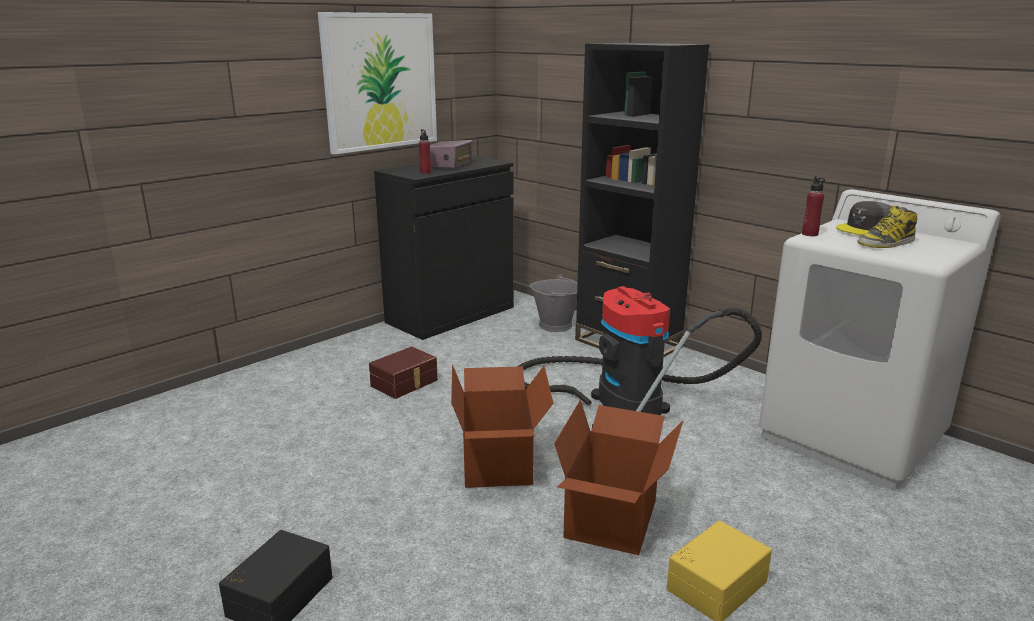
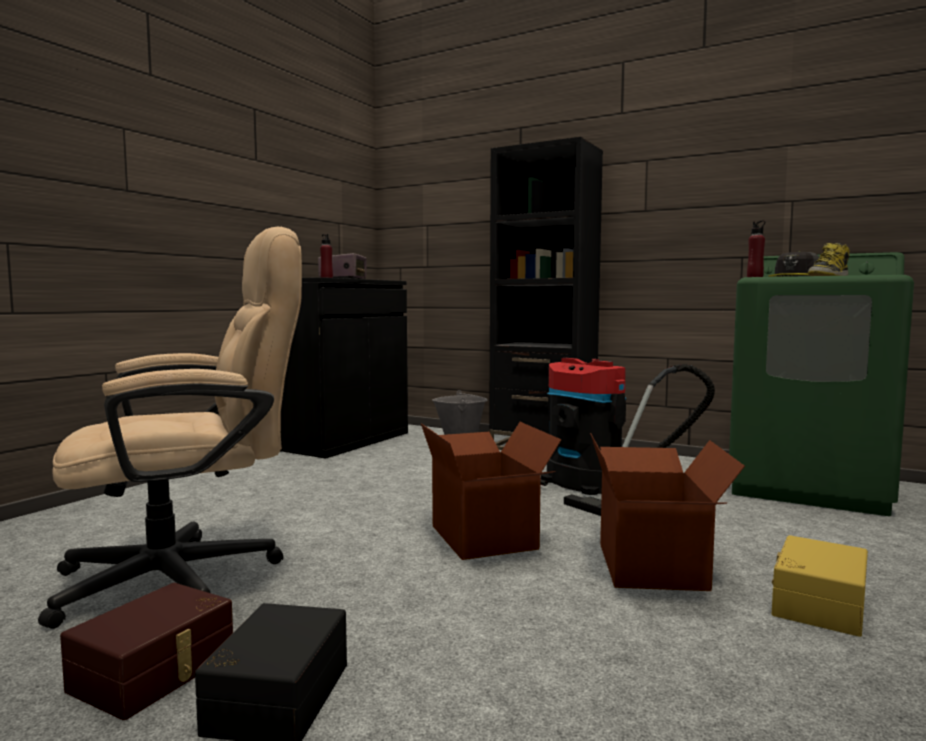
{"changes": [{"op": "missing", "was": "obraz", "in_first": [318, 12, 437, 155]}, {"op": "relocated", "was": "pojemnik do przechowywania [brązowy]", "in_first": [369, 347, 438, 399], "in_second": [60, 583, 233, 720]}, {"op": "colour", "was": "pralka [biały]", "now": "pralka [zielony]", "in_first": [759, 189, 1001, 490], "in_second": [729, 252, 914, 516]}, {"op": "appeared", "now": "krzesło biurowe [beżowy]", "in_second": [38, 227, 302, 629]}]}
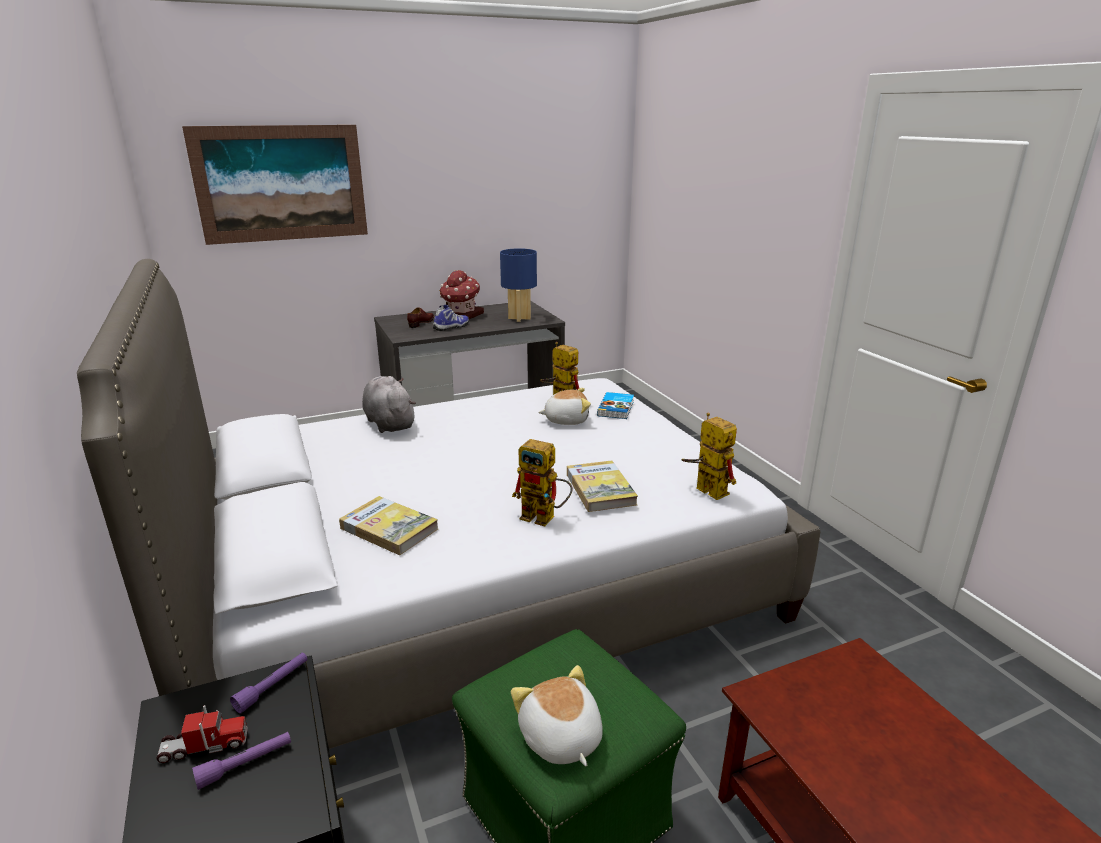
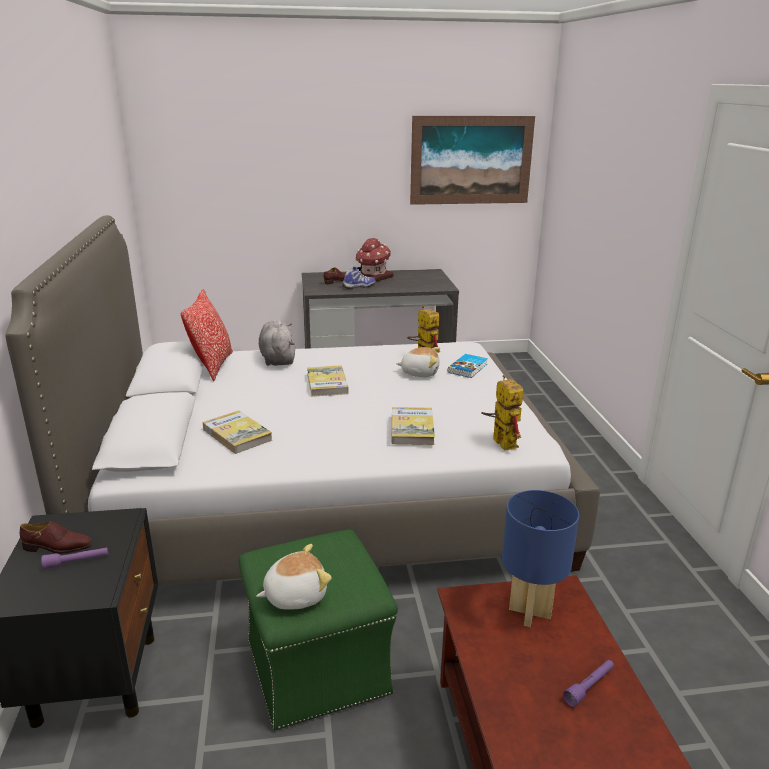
{"changes": [{"op": "exchanged", "was": "ciężarówka zabawkowa", "now": "but [brązowy]", "in_first": [157, 705, 248, 763], "in_second": [20, 521, 92, 554]}, {"op": "relocated", "was": "obraz", "in_first": [182, 125, 368, 245], "in_second": [410, 116, 535, 205]}, {"op": "relocated", "was": "latarka [fioletowy]", "in_first": [230, 653, 307, 714], "in_second": [563, 660, 614, 707]}, {"op": "relocated", "was": "lampa stołowa [niebieski]", "in_first": [500, 248, 537, 322], "in_second": [502, 490, 579, 627]}, {"op": "spun", "was": "pluszak", "in_first": [511, 665, 603, 767], "in_second": [256, 544, 332, 610], "clockwise": 75}, {"op": "missing", "was": "robot zabawkowy", "in_first": [512, 439, 573, 526]}, {"op": "appeared", "now": "poduszka", "in_second": [180, 289, 233, 381]}, {"op": "appeared", "now": "książka", "in_second": [307, 365, 348, 397]}]}
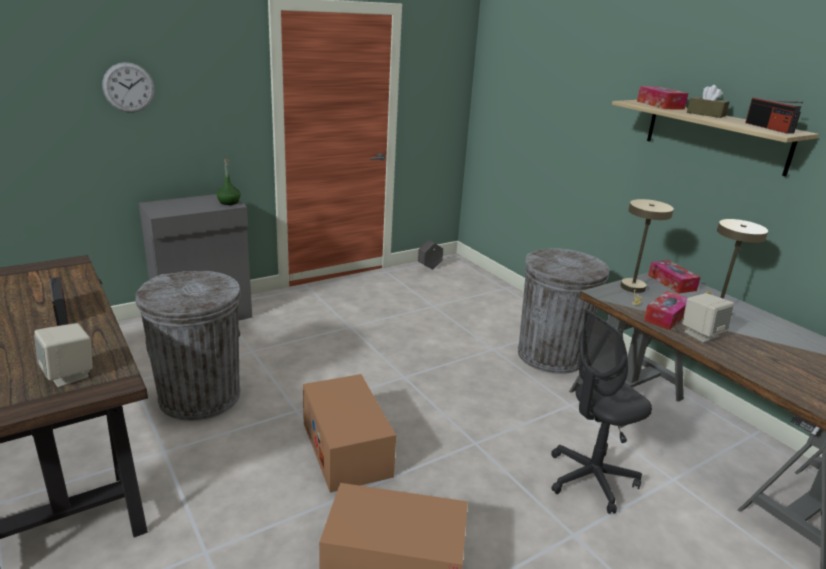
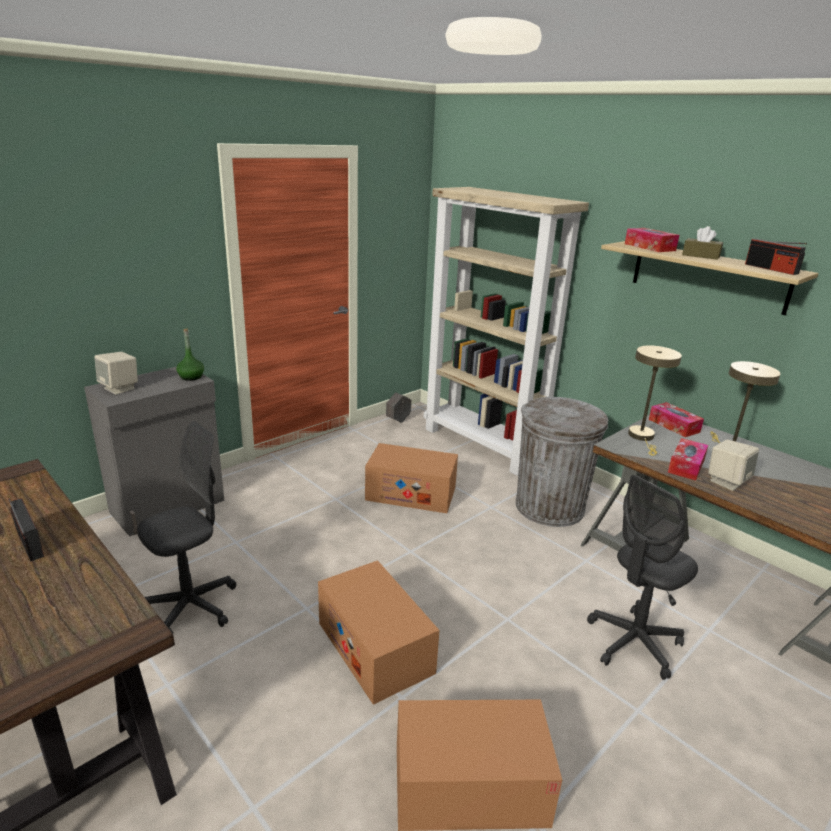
{"changes": [{"op": "relocated", "was": "głośnik [beżowy]", "in_first": [34, 323, 93, 387], "in_second": [95, 352, 138, 395]}, {"op": "missing", "was": "zegar ścienny", "in_first": [102, 62, 155, 113]}, {"op": "exchanged", "was": "kosz na śmieci [szary]", "now": "krzesło biurowe [szary]", "in_first": [136, 271, 241, 421], "in_second": [137, 421, 236, 634]}, {"op": "appeared", "now": "karton", "in_second": [365, 443, 458, 513]}, {"op": "appeared", "now": "regał [beżowy]", "in_second": [424, 187, 589, 476]}]}
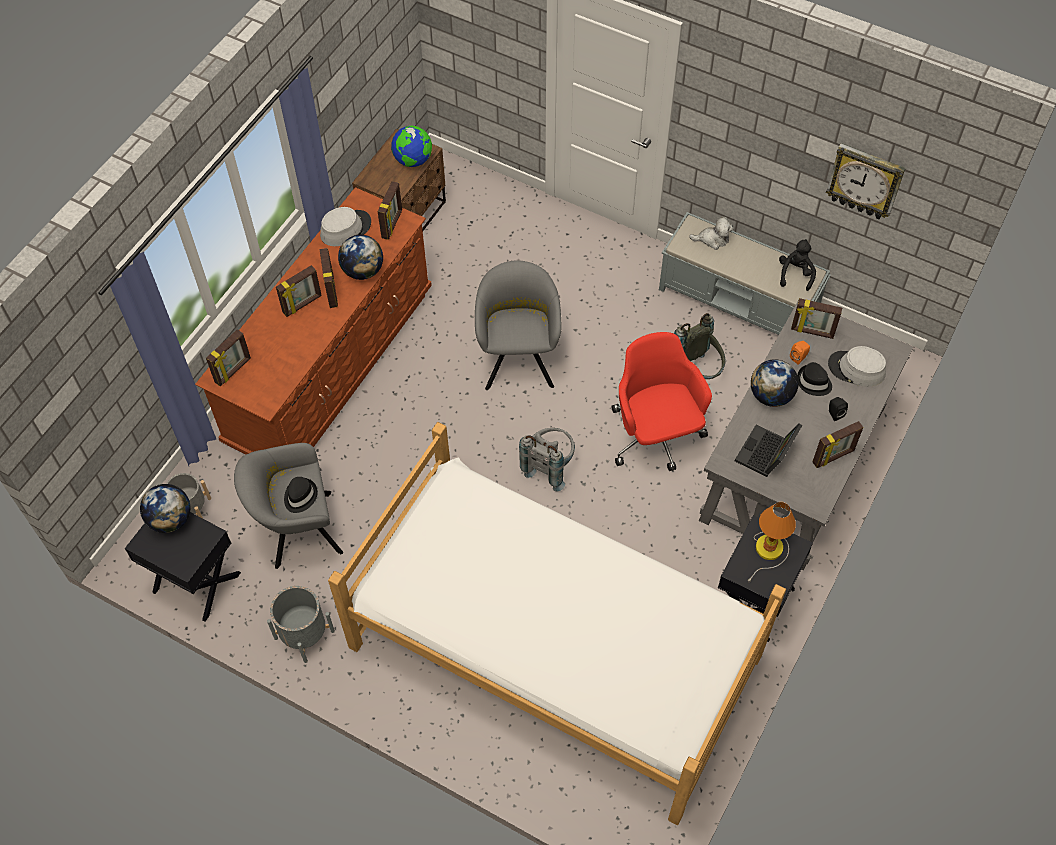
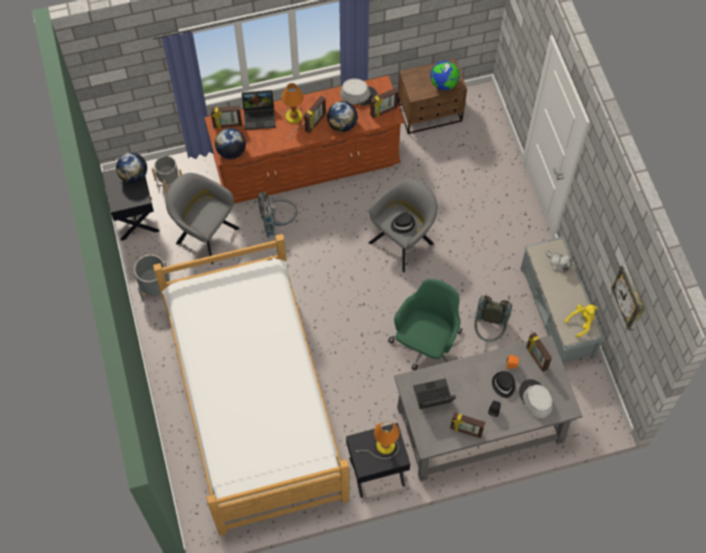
{"changes": [{"op": "exchanged", "was": "ramka na zdjęcie", "now": "lampa stołowa", "in_first": [276, 265, 322, 317], "in_second": [281, 83, 306, 139]}, {"op": "relocated", "was": "kapelusz [czarny]", "in_first": [284, 477, 318, 513], "in_second": [391, 212, 415, 234]}, {"op": "relocated", "was": "plecak [szary]", "in_first": [519, 428, 575, 492], "in_second": [258, 192, 298, 238]}, {"op": "colour", "was": "krzesło biurowe [czerwony]", "now": "krzesło biurowe [zielony]", "in_first": [611, 332, 712, 471], "in_second": [388, 279, 462, 370]}, {"op": "relocated", "was": "globus", "in_first": [751, 359, 799, 407], "in_second": [215, 128, 246, 159]}, {"op": "colour", "was": "pluszak [czarny]", "now": "pluszak [żółty]", "in_first": [779, 239, 816, 291], "in_second": [564, 304, 597, 338]}, {"op": "appeared", "now": "laptop", "in_second": [242, 90, 275, 130]}]}
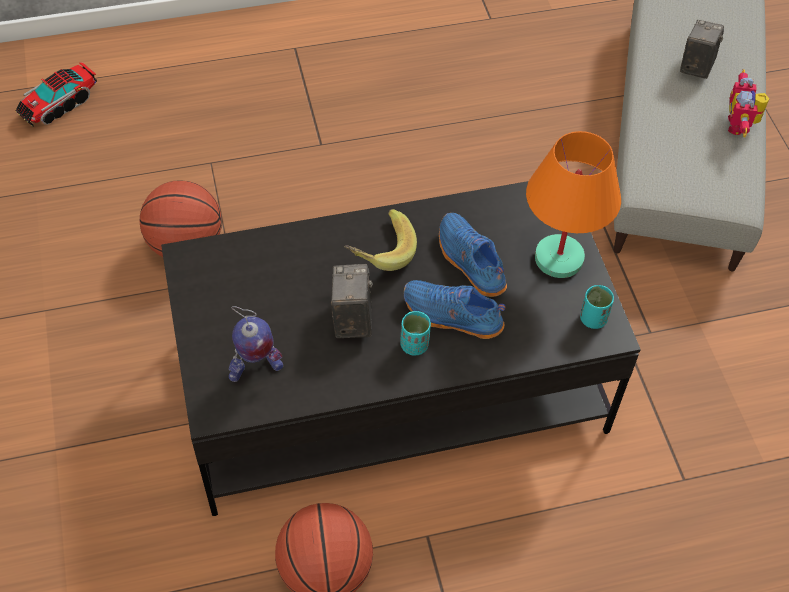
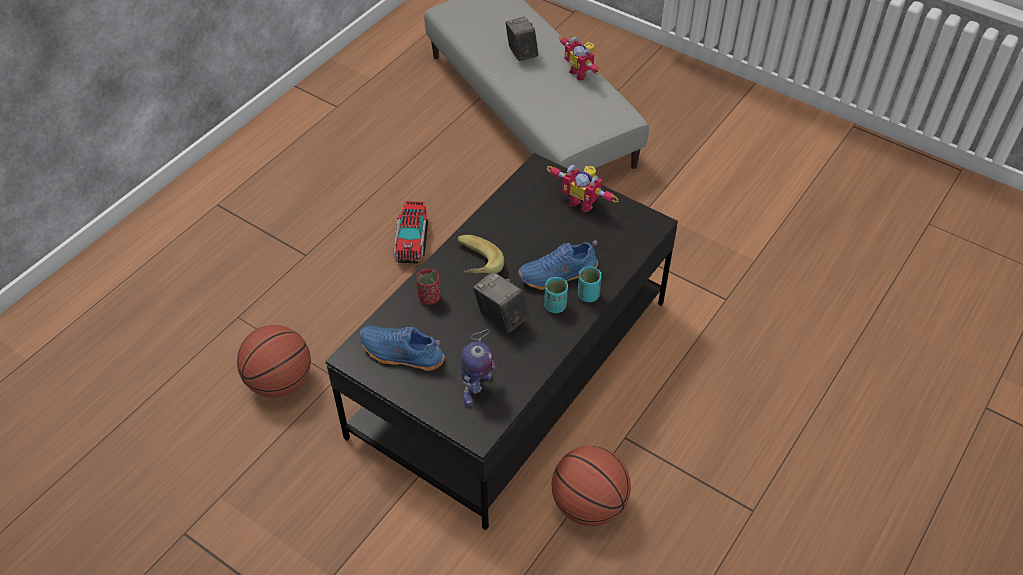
{"changes": [{"op": "relocated", "was": "ciężarówka zabawkowa", "in_first": [15, 62, 97, 127], "in_second": [394, 201, 428, 264]}, {"op": "relocated", "was": "but [niebieski]", "in_first": [439, 213, 507, 297], "in_second": [360, 326, 444, 371]}, {"op": "exchanged", "was": "lampa stołowa [pomarańczowy]", "now": "robot zabawkowy", "in_first": [526, 131, 621, 278], "in_second": [547, 165, 619, 212]}, {"op": "relocated", "was": "filiżanka [turkusowy]", "in_first": [580, 285, 614, 329], "in_second": [578, 266, 601, 302]}, {"op": "appeared", "now": "filiżanka [czerwony]", "in_second": [416, 269, 441, 305]}]}
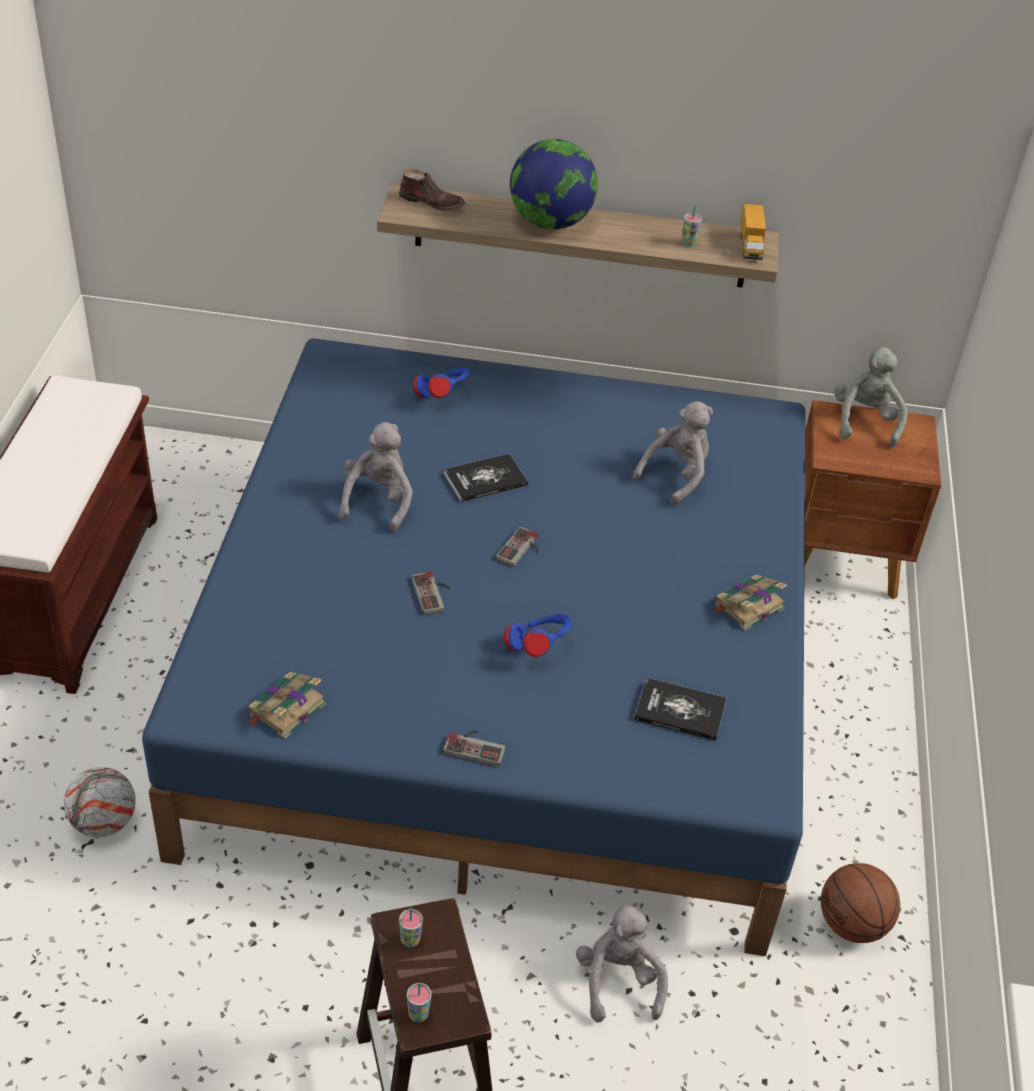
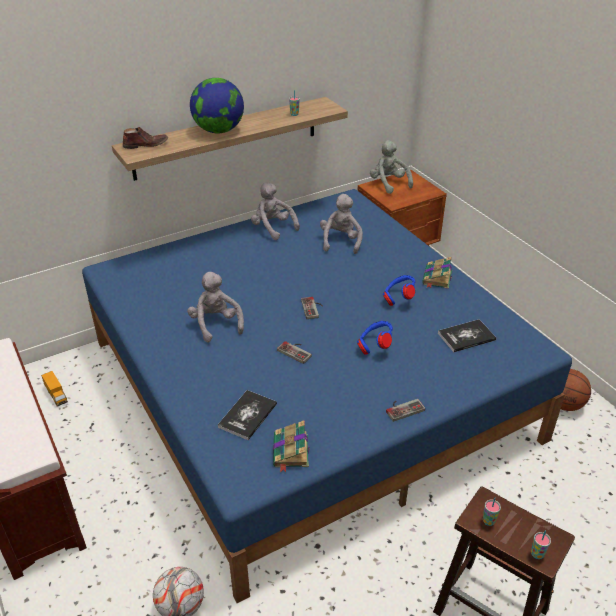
{"changes": [{"op": "relocated", "was": "słuchawki [niebieski]", "in_first": [413, 367, 470, 398], "in_second": [383, 275, 415, 306]}, {"op": "relocated", "was": "książka", "in_first": [444, 453, 528, 502], "in_second": [218, 390, 277, 440]}, {"op": "relocated", "was": "pluszak [szary]", "in_first": [576, 901, 668, 1022], "in_second": [251, 182, 300, 240]}, {"op": "relocated", "was": "ciężarówka zabawkowa", "in_first": [741, 204, 766, 260], "in_second": [41, 371, 68, 407]}]}
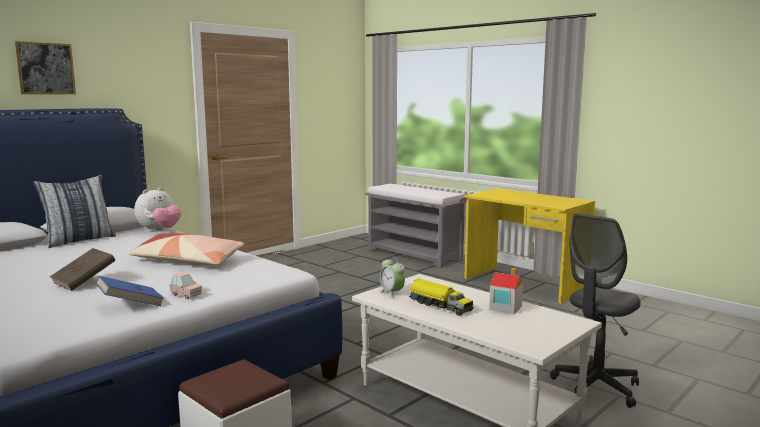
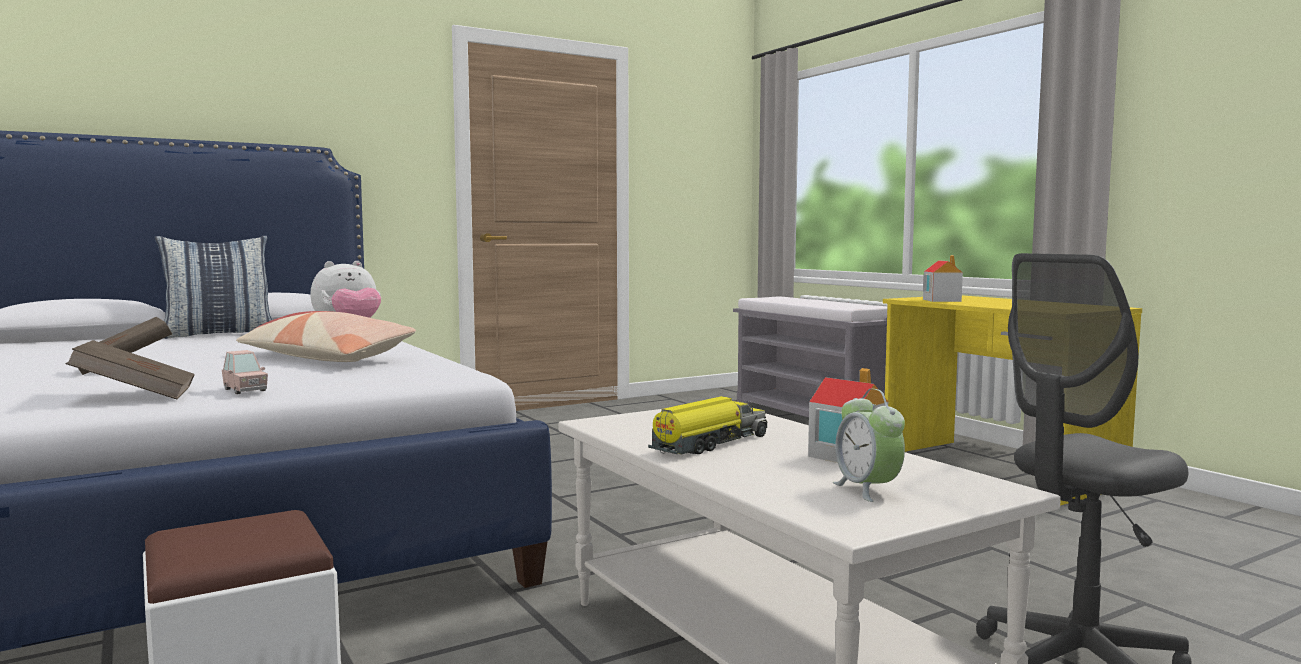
{"changes": [{"op": "missing", "was": "obraz", "in_first": [15, 41, 76, 94]}, {"op": "colour", "was": "książka [niebieski]", "now": "książka [brązowy]", "in_first": [96, 276, 164, 306], "in_second": [66, 340, 195, 399]}, {"op": "relocated", "was": "budzik", "in_first": [379, 256, 405, 298], "in_second": [833, 389, 905, 502]}, {"op": "spun", "was": "ciężarówka zabawkowa", "in_first": [409, 278, 473, 316], "in_second": [648, 396, 767, 454], "clockwise": -105}, {"op": "appeared", "now": "domek", "in_second": [923, 255, 963, 302]}]}
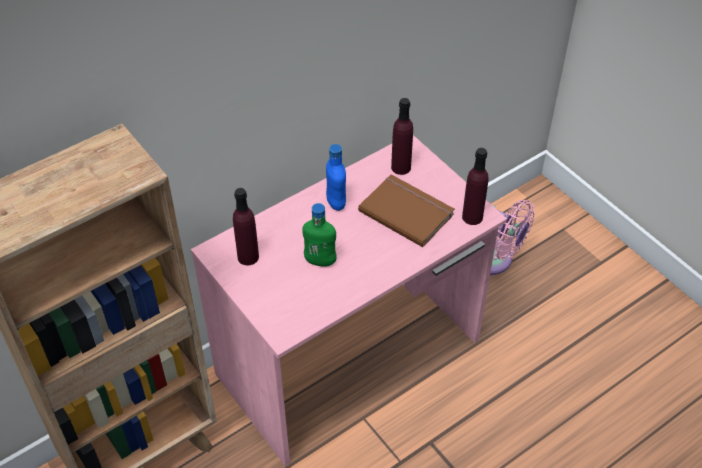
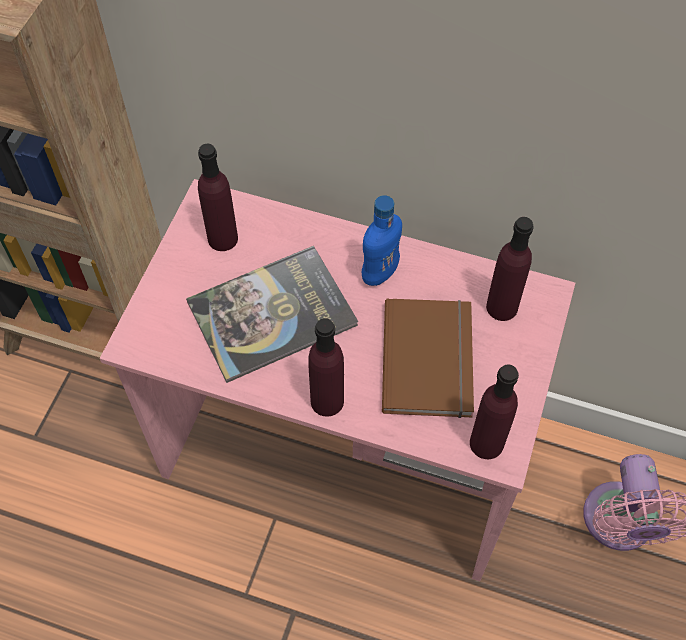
{"changes": [{"op": "exchanged", "was": "butelka [zielony]", "now": "książka", "in_first": [302, 203, 337, 266], "in_second": [186, 246, 359, 383]}, {"op": "appeared", "now": "butelka [fioletowy]", "in_second": [308, 318, 344, 417]}]}
